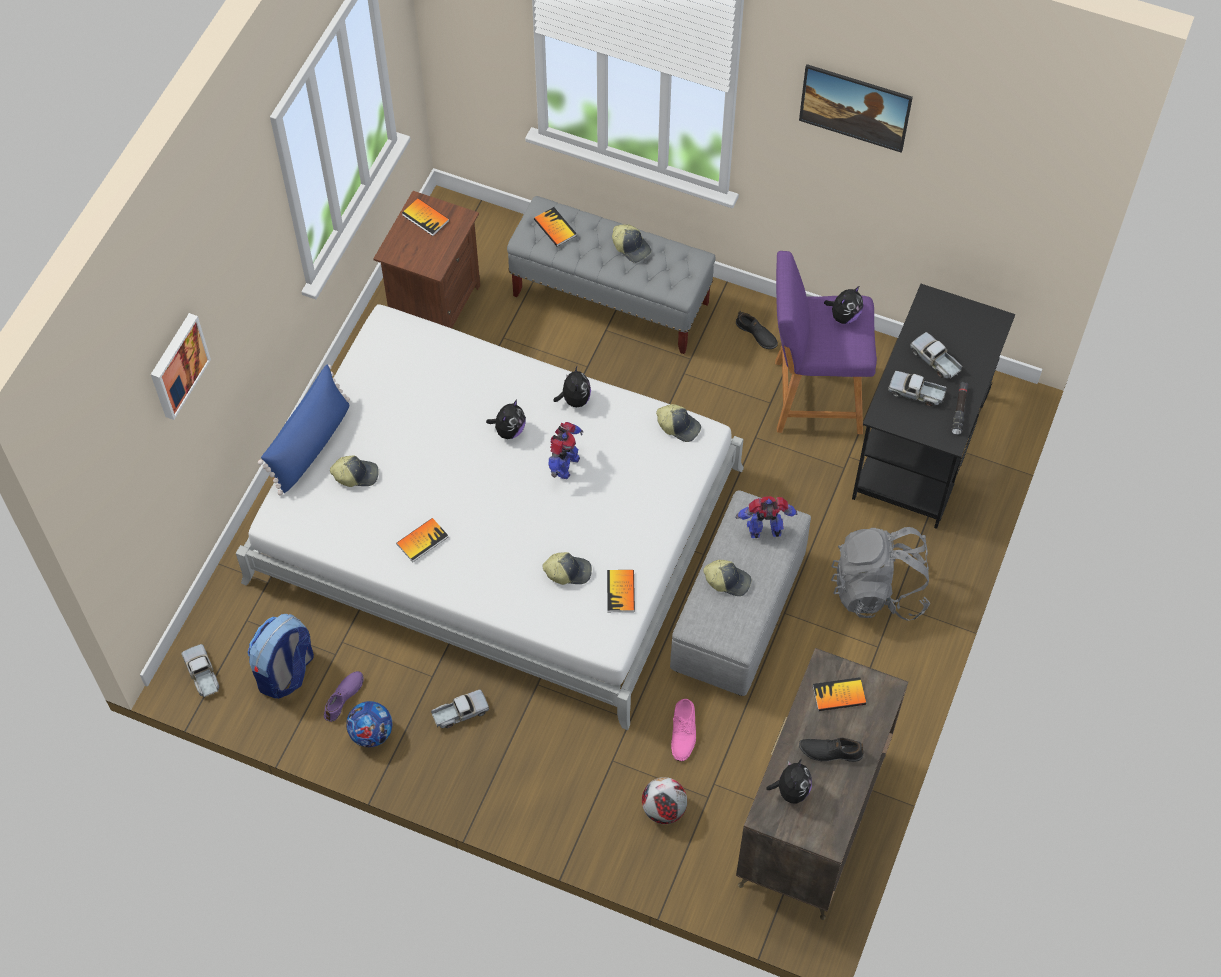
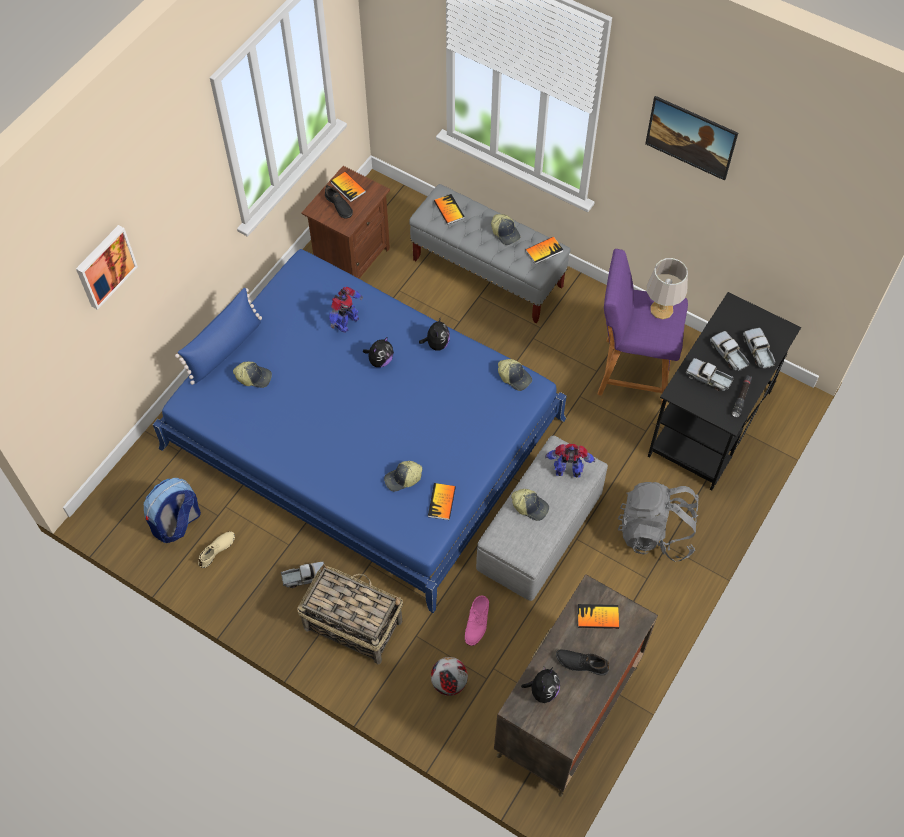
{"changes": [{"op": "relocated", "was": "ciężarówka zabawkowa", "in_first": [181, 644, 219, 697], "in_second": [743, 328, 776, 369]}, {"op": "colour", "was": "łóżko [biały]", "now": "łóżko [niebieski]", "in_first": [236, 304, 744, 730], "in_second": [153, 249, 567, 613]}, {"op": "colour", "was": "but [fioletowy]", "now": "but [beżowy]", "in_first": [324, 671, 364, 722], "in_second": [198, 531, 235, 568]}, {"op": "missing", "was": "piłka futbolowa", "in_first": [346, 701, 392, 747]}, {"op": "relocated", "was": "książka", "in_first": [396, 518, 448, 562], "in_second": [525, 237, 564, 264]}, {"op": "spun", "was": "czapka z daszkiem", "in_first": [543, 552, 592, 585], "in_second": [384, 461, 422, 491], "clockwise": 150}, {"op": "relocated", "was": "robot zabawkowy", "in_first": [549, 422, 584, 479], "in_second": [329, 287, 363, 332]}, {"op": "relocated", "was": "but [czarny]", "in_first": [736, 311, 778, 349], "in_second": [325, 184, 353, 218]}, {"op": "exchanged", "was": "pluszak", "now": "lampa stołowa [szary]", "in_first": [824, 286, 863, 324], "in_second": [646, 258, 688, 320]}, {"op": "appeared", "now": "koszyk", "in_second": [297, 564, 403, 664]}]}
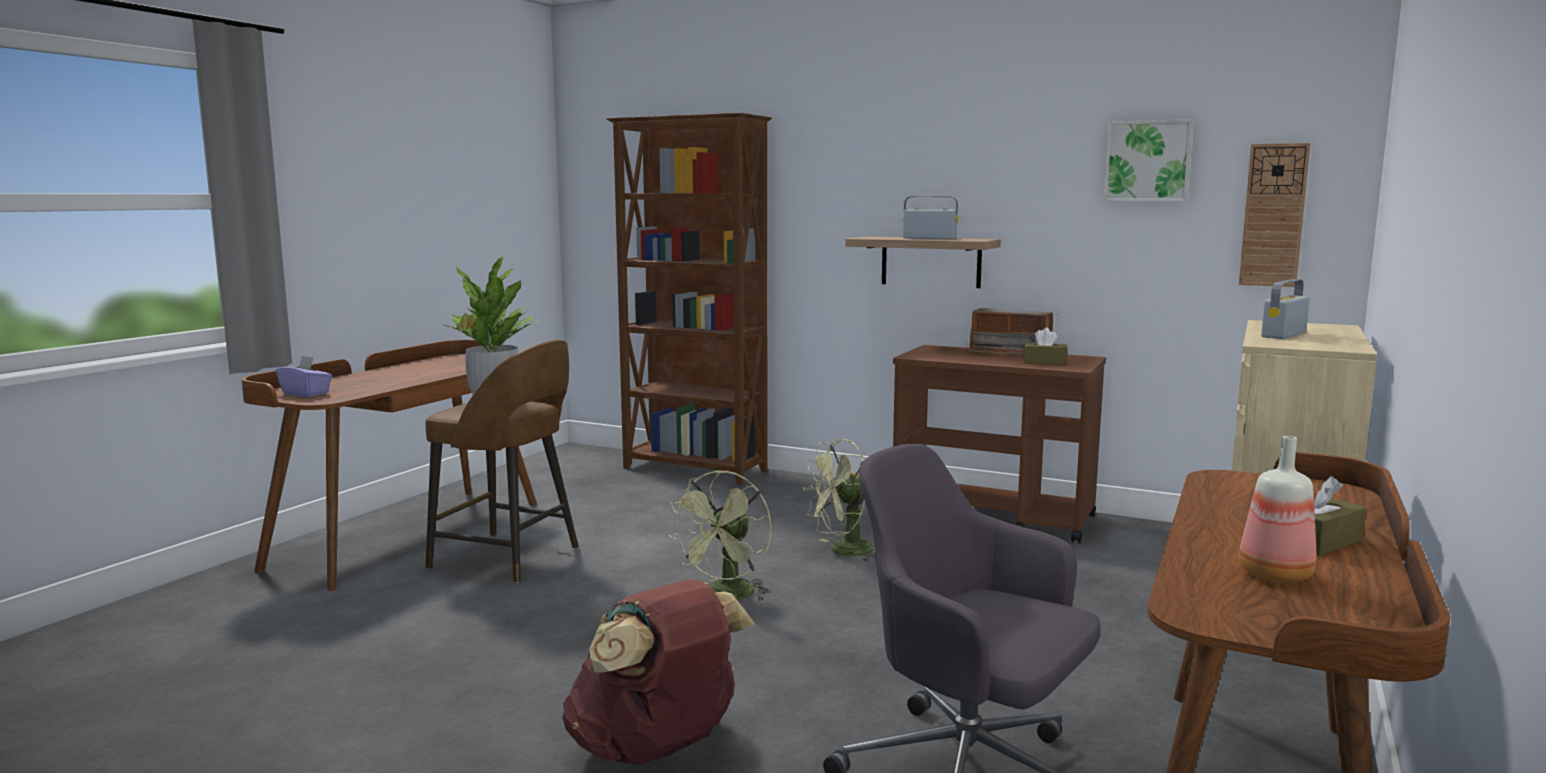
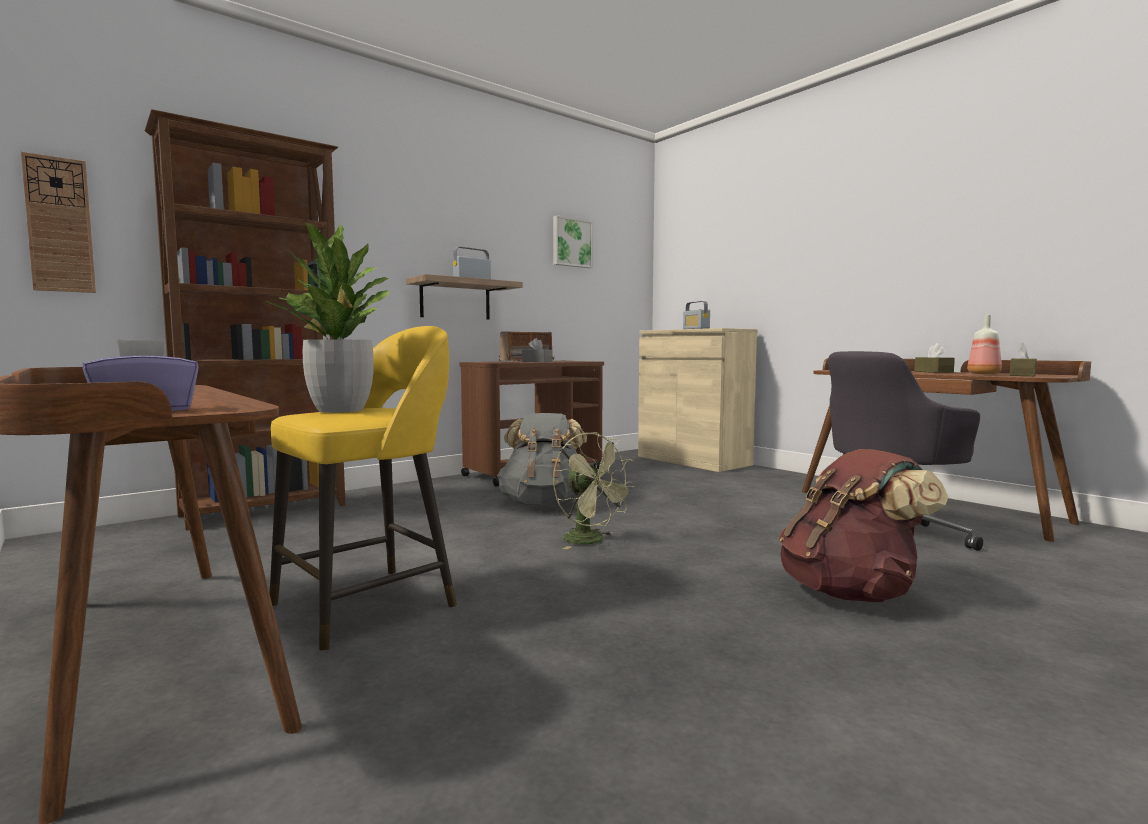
{"changes": [{"op": "colour", "was": "stołek [brązowy]", "now": "stołek [żółty]", "in_first": [425, 340, 578, 583], "in_second": [269, 326, 457, 651]}, {"op": "exchanged", "was": "wentylator [zielony]", "now": "plecak [szary]", "in_first": [803, 439, 875, 561], "in_second": [497, 413, 587, 506]}, {"op": "relocated", "was": "pudełko chusteczek [brązowy]", "in_first": [1023, 328, 1068, 365], "in_second": [1010, 343, 1037, 376]}, {"op": "relocated", "was": "zegar ścienny", "in_first": [1239, 143, 1311, 287], "in_second": [21, 152, 96, 293]}, {"op": "appeared", "now": "pudełko chusteczek [szary]", "in_second": [522, 338, 553, 362]}]}
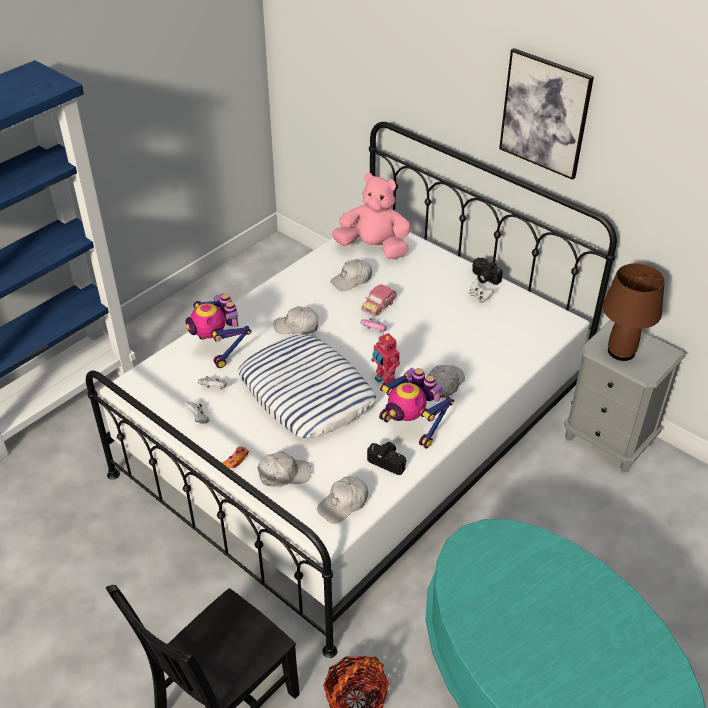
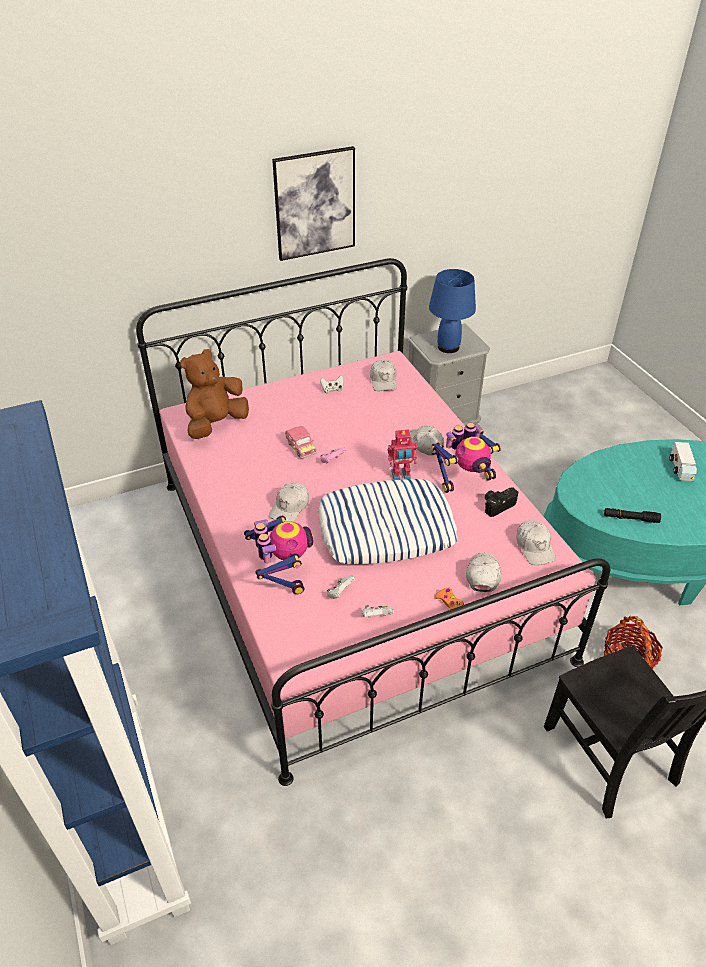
{"changes": [{"op": "colour", "was": "łóżko [biały]", "now": "łóżko [różowy]", "in_first": [86, 122, 617, 658], "in_second": [136, 258, 610, 786]}, {"op": "spun", "was": "robot zabawkowy", "in_first": [185, 293, 252, 368], "in_second": [244, 516, 313, 594], "clockwise": -105}, {"op": "relocated", "was": "czapka z daszkiem [biały]", "in_first": [331, 259, 372, 291], "in_second": [370, 360, 397, 391]}, {"op": "colour", "was": "pluszak [różowy]", "now": "pluszak [brązowy]", "in_first": [332, 173, 411, 260], "in_second": [180, 349, 249, 439]}, {"op": "missing", "was": "aparat fotograficzny", "in_first": [472, 258, 503, 285]}, {"op": "colour", "was": "lampa stołowa [brązowy]", "now": "lampa stołowa [niebieski]", "in_first": [603, 263, 665, 361], "in_second": [429, 269, 476, 353]}, {"op": "appeared", "now": "latarka [czarny]", "in_second": [604, 508, 661, 523]}, {"op": "appeared", "now": "ciężarówka zabawkowa", "in_second": [670, 442, 697, 481]}]}
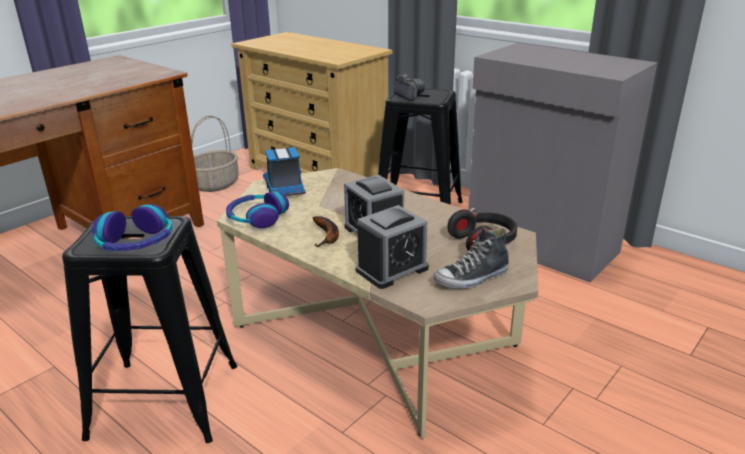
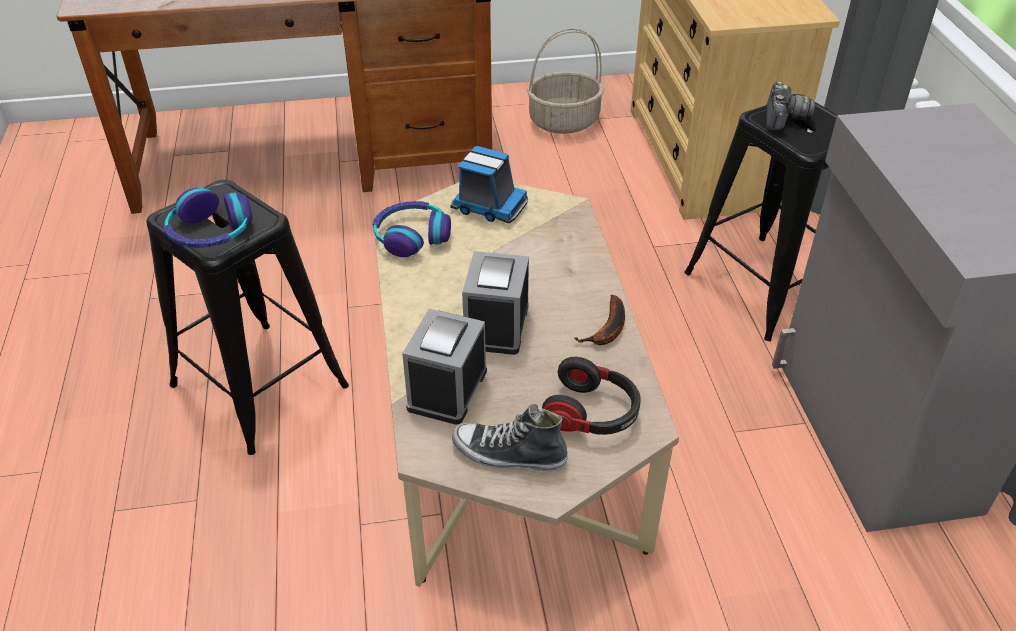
{"changes": [{"op": "spun", "was": "ciężarówka zabawkowa", "in_first": [263, 147, 306, 196], "in_second": [450, 146, 528, 223], "clockwise": 90}, {"op": "relocated", "was": "banan", "in_first": [313, 216, 339, 247], "in_second": [575, 295, 625, 345]}, {"op": "spun", "was": "budzik", "in_first": [356, 205, 429, 289], "in_second": [402, 309, 487, 425], "clockwise": 105}]}
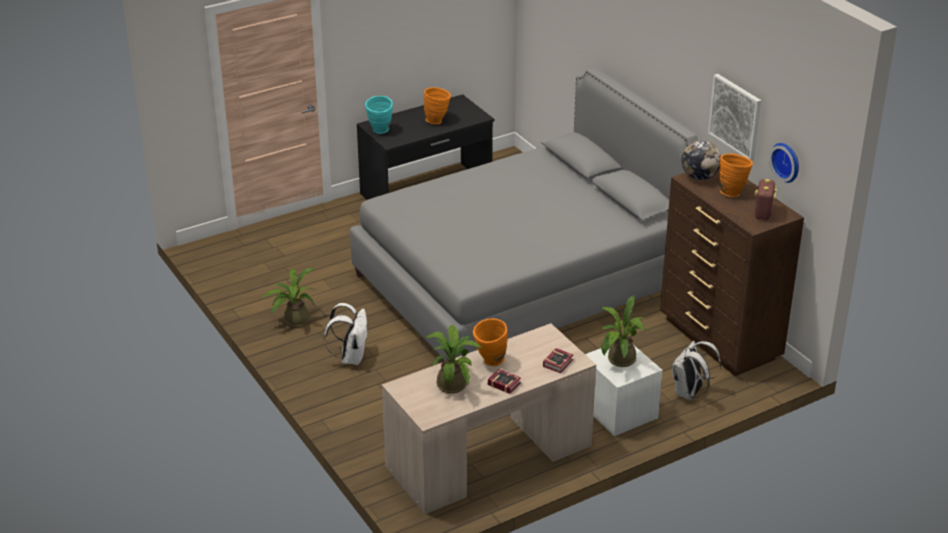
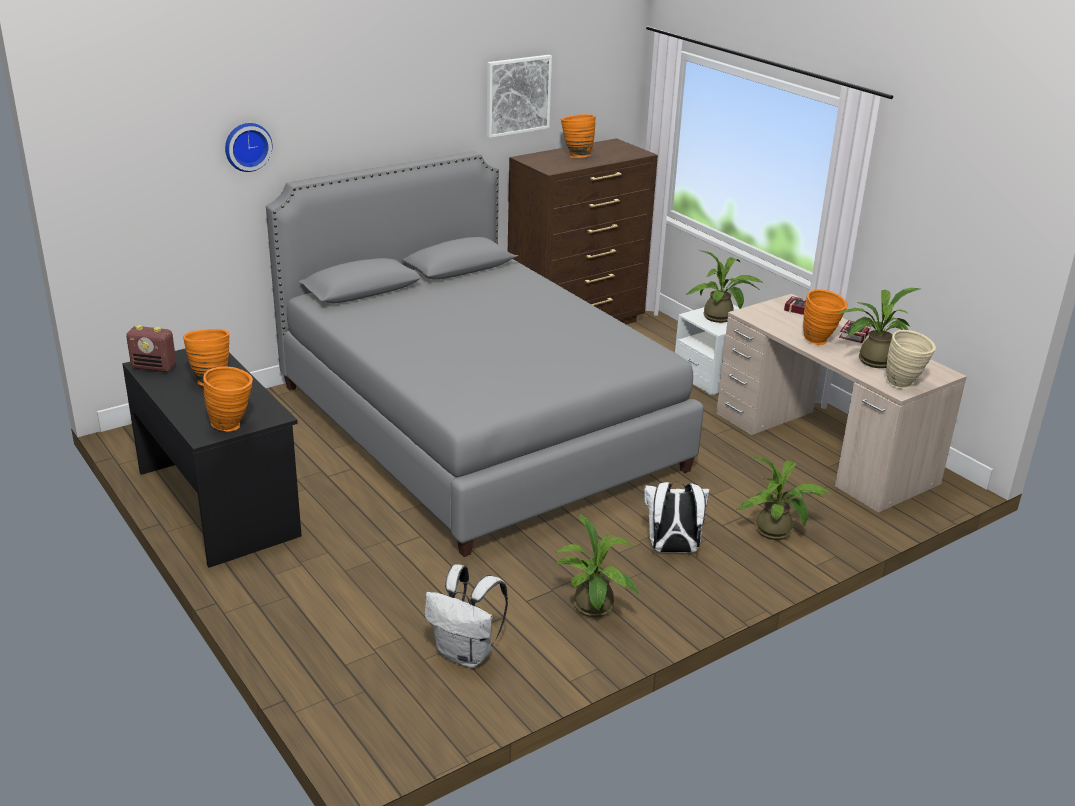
{"changes": [{"op": "colour", "was": "wazon [turkusowy]", "now": "wazon [pomarańczowy]", "in_first": [365, 96, 393, 134], "in_second": [203, 366, 253, 432]}, {"op": "relocated", "was": "plecak [biały]", "in_first": [672, 341, 721, 400], "in_second": [424, 564, 508, 668]}, {"op": "missing", "was": "globus", "in_first": [682, 140, 721, 180]}, {"op": "relocated", "was": "radio", "in_first": [755, 179, 777, 220], "in_second": [126, 325, 176, 372]}, {"op": "relocated", "was": "zegar ścienny", "in_first": [769, 143, 799, 183], "in_second": [225, 123, 273, 172]}, {"op": "appeared", "now": "roślina doniczkowa", "in_second": [737, 456, 831, 540]}, {"op": "appeared", "now": "wazon [beżowy]", "in_second": [886, 330, 936, 389]}]}
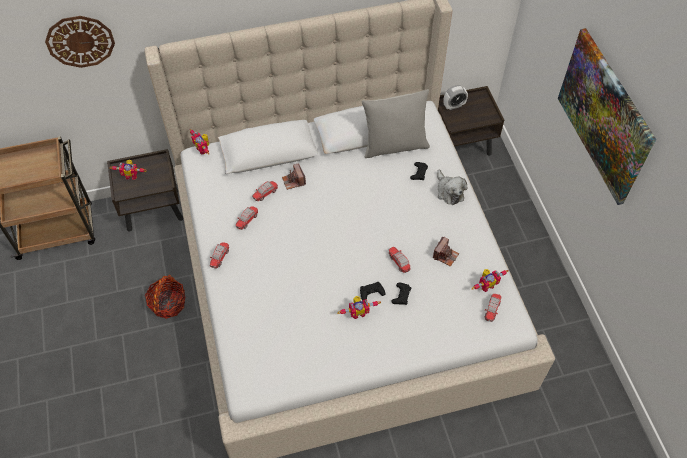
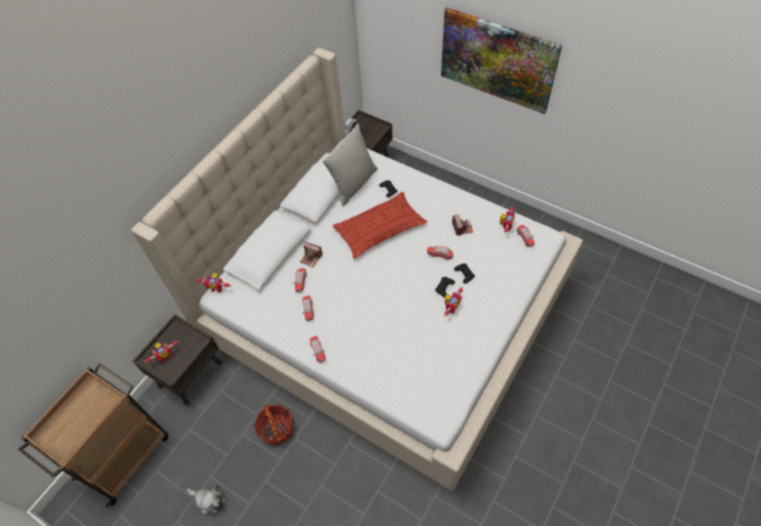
{"changes": [{"op": "missing", "was": "zegar ścienny", "in_first": [45, 16, 115, 68]}, {"op": "relocated", "was": "pluszak", "in_first": [437, 170, 467, 205], "in_second": [187, 485, 226, 515]}, {"op": "appeared", "now": "poduszka", "in_second": [332, 192, 427, 259]}]}
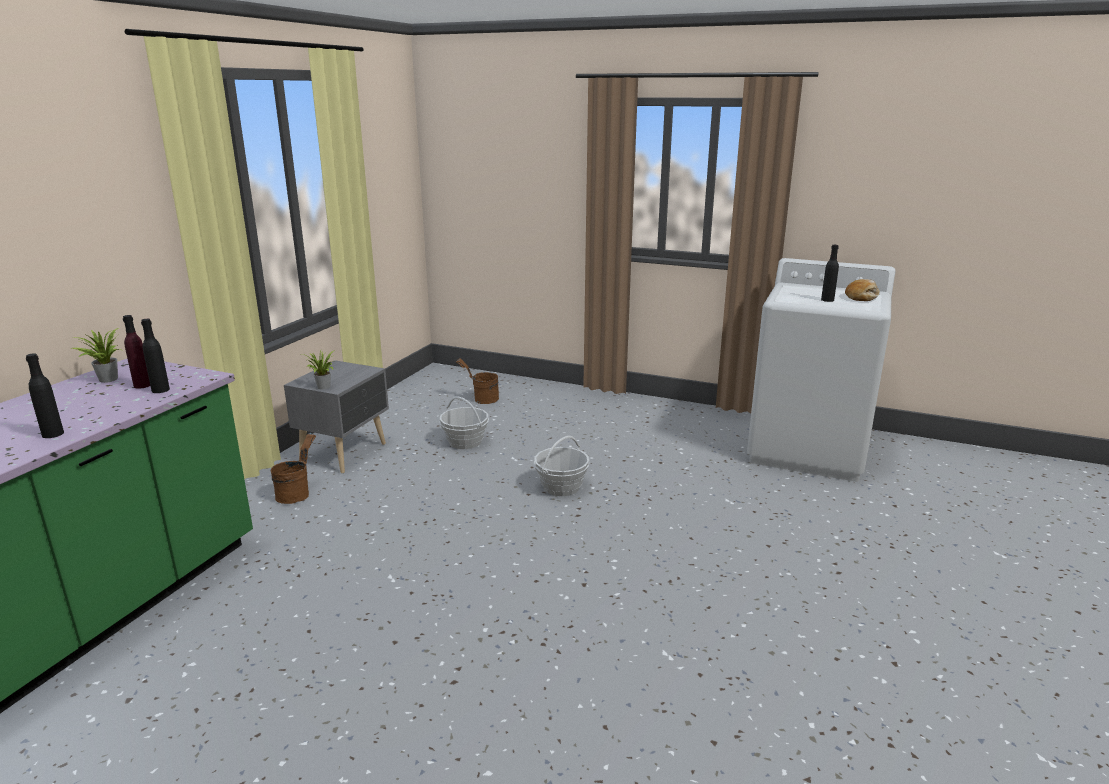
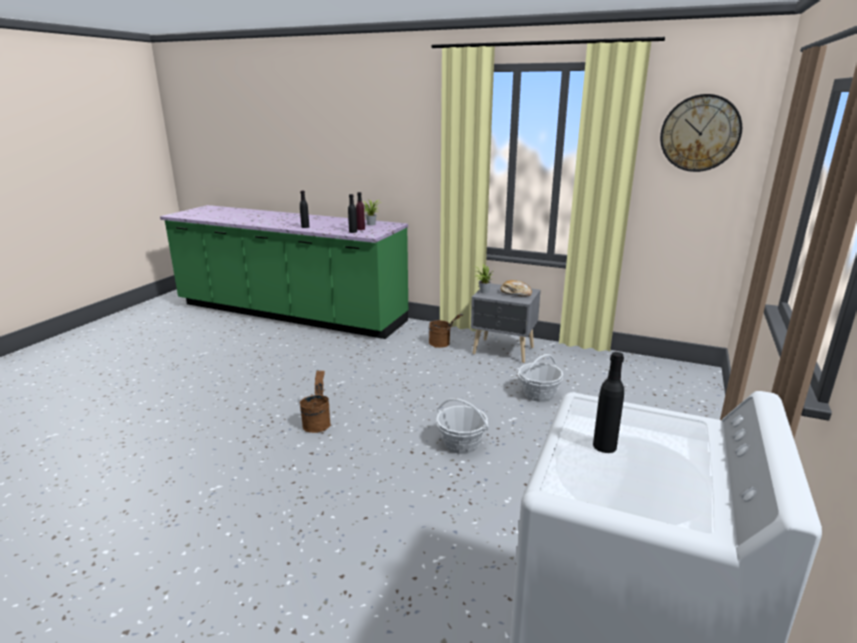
{"changes": [{"op": "relocated", "was": "wiadro [brązowy]", "in_first": [456, 358, 499, 404], "in_second": [300, 370, 331, 433]}, {"op": "relocated", "was": "chleb", "in_first": [845, 279, 880, 301], "in_second": [501, 280, 532, 296]}, {"op": "appeared", "now": "zegar ścienny", "in_second": [660, 94, 742, 172]}]}
